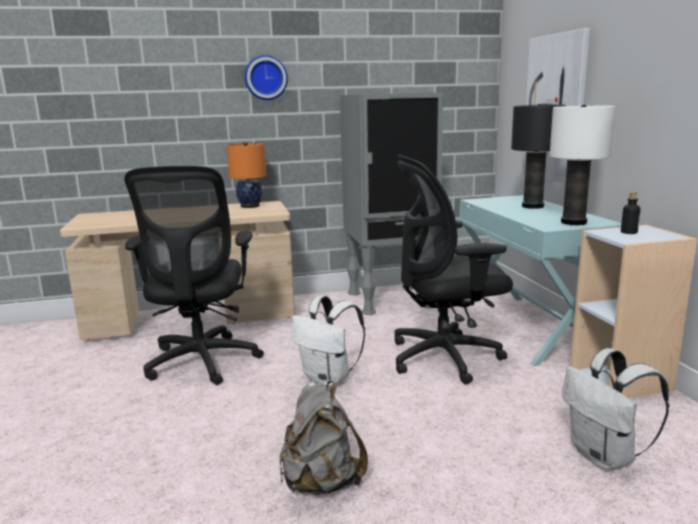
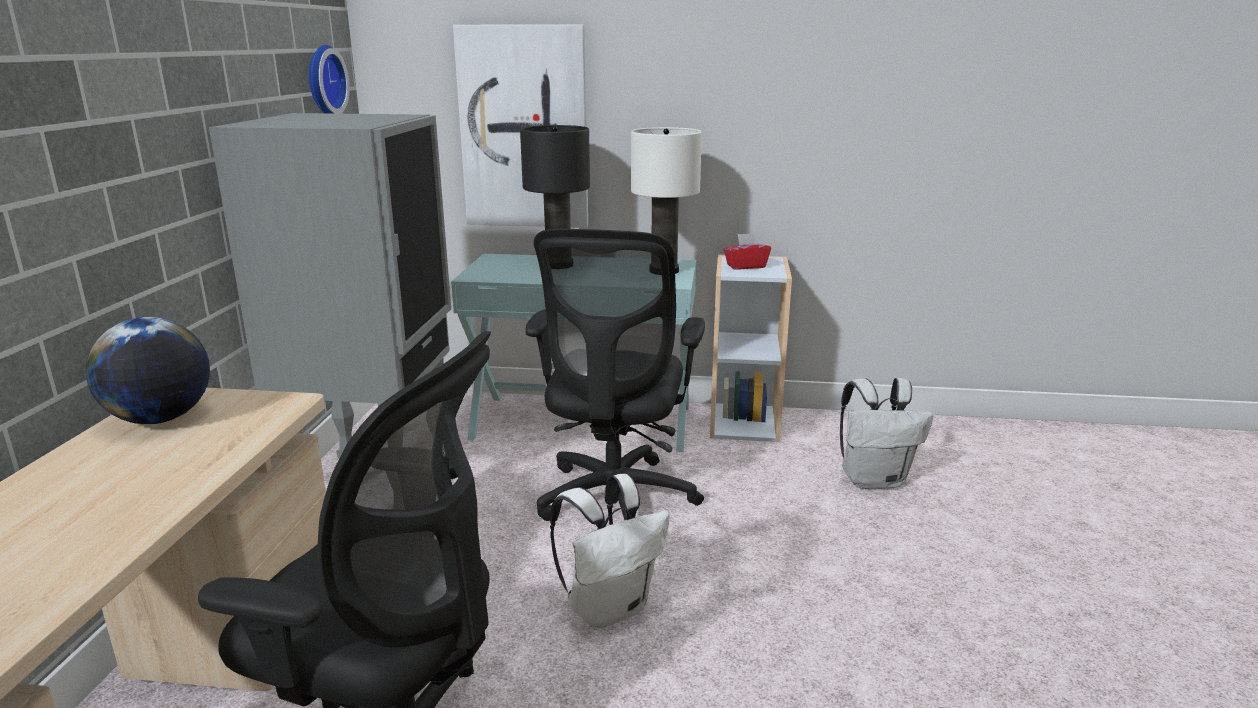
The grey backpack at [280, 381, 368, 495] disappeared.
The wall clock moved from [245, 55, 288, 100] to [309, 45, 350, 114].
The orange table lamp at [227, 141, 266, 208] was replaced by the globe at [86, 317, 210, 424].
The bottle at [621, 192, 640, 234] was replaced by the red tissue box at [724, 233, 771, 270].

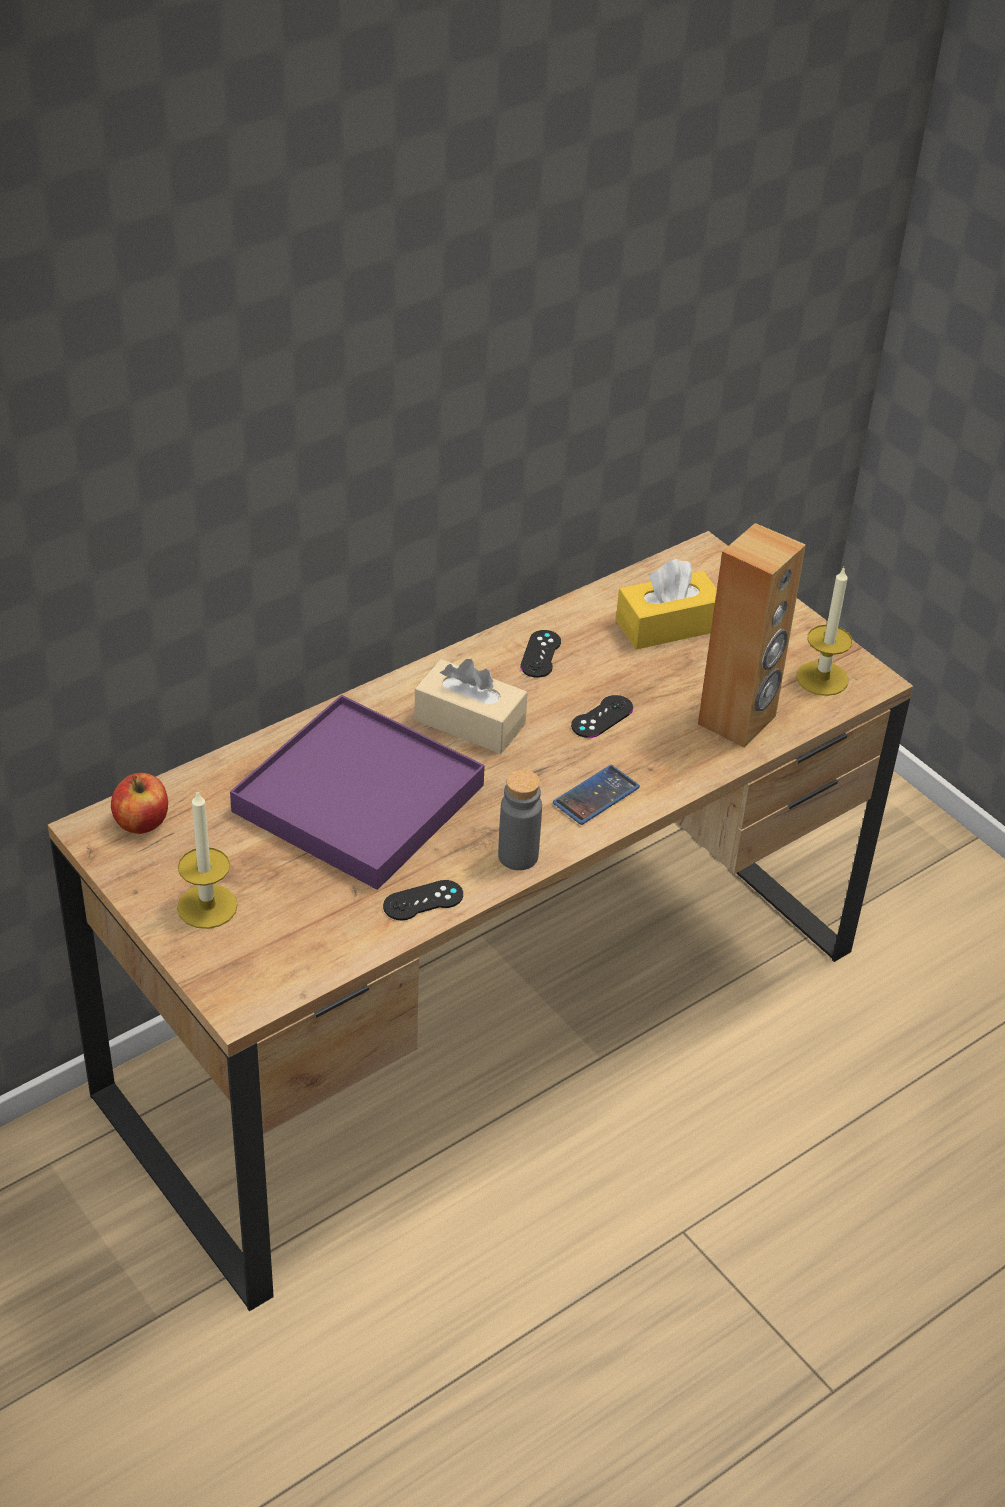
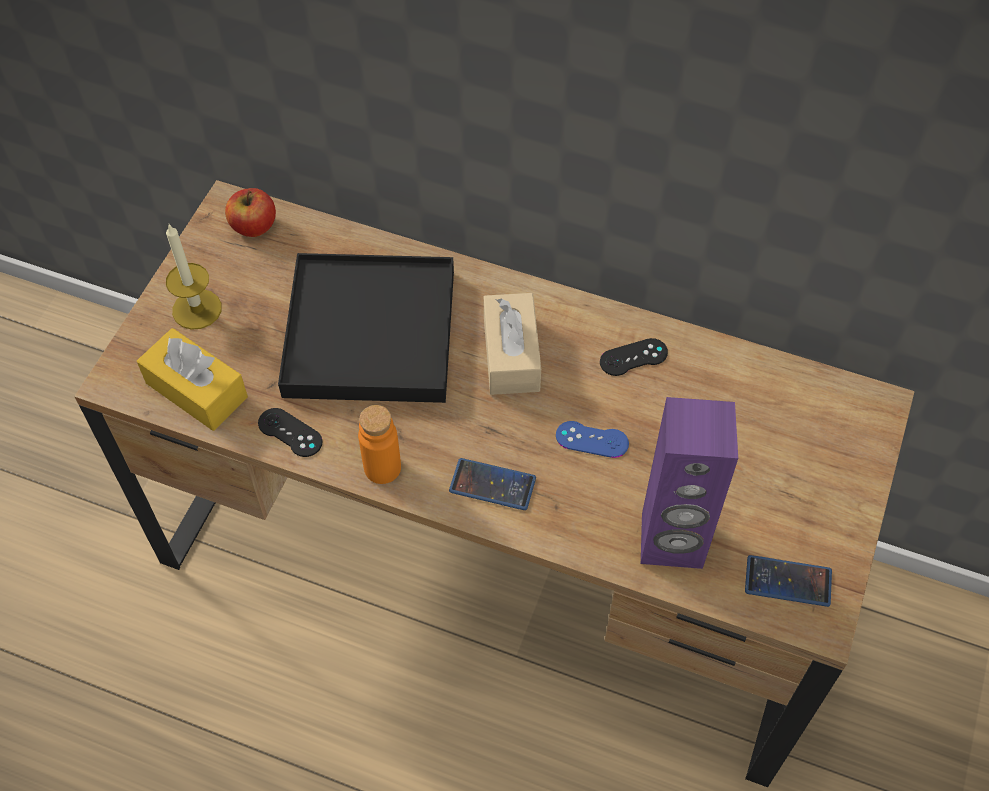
The yellow tissue box moved from [616, 559, 717, 650] to [137, 328, 248, 431].
The candle at [796, 566, 852, 696] was replaced by the phone at [745, 555, 832, 607].
The purple tray at [230, 695, 485, 890] became the black tray at [278, 253, 454, 403].
The grey bottle at [498, 769, 542, 870] became the orange bottle at [358, 405, 401, 484].
The black game controller at [571, 695, 633, 738] became the blue game controller at [556, 421, 629, 458].
The brown speaker at [698, 523, 806, 747] became the purple speaker at [641, 397, 738, 569].

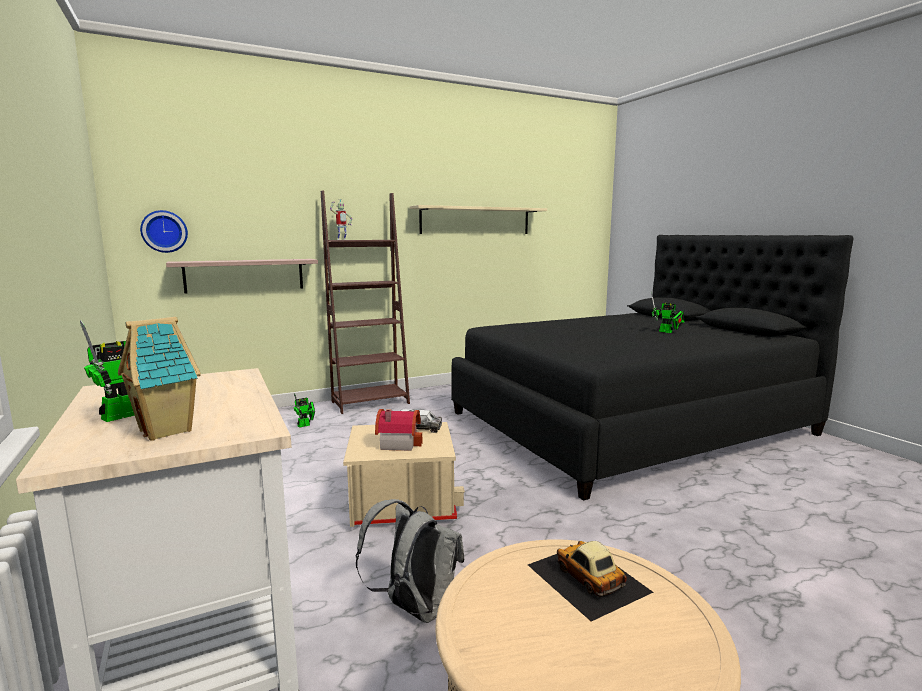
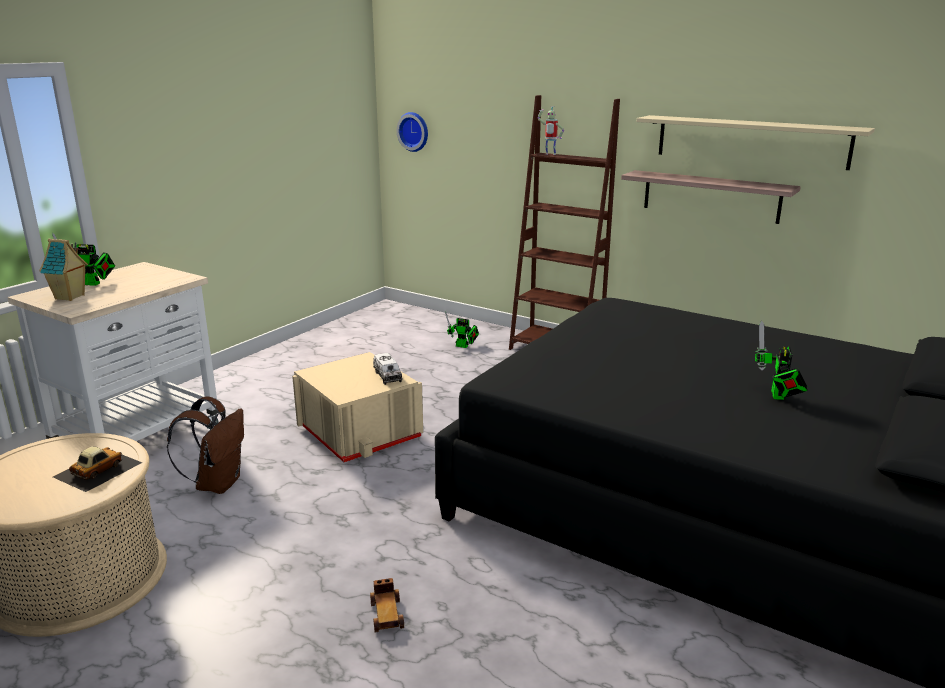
The toy house at [375, 409, 422, 451] disappeared.
The toy car at [370, 578, 404, 632] appeared.
The shelf moved from [166, 259, 318, 294] to [621, 170, 801, 224].
The grey backpack at [356, 499, 464, 623] became the brown backpack at [167, 397, 244, 494].

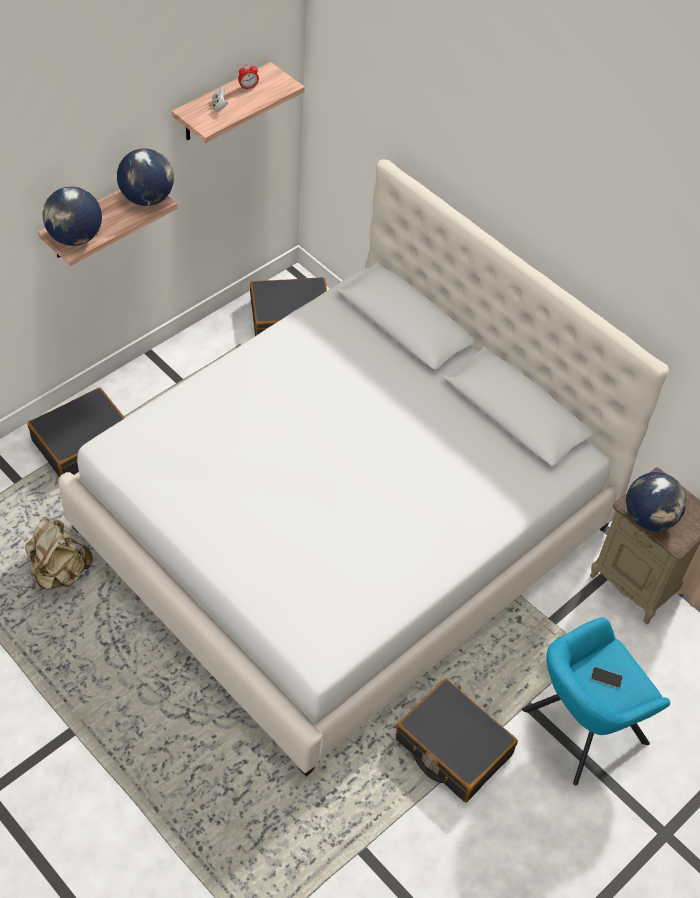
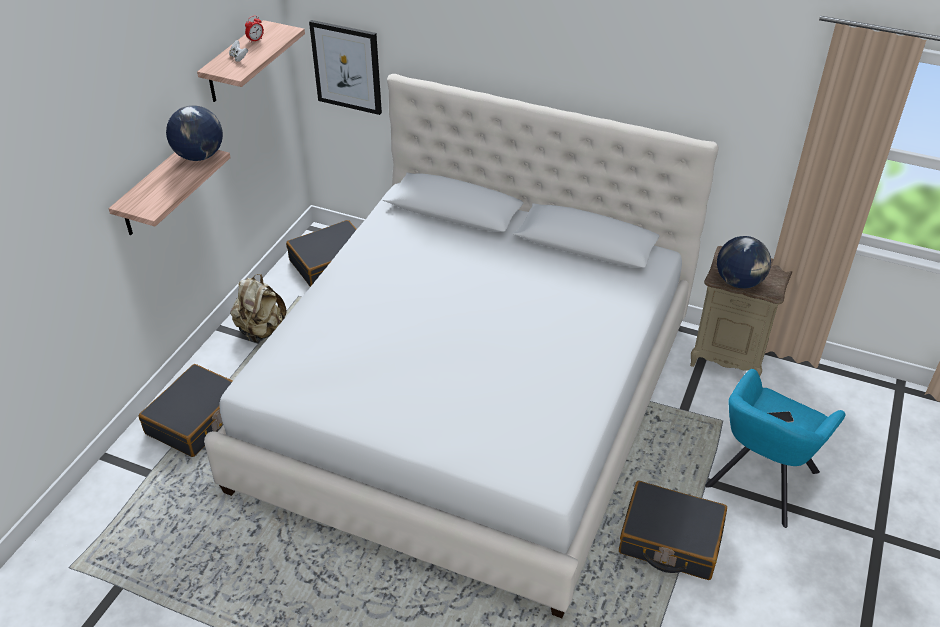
The globe at [43, 187, 102, 246] disappeared.
The picture at [309, 20, 382, 115] appeared.
The beige backpack moved from [25, 518, 93, 589] to [230, 274, 287, 342].

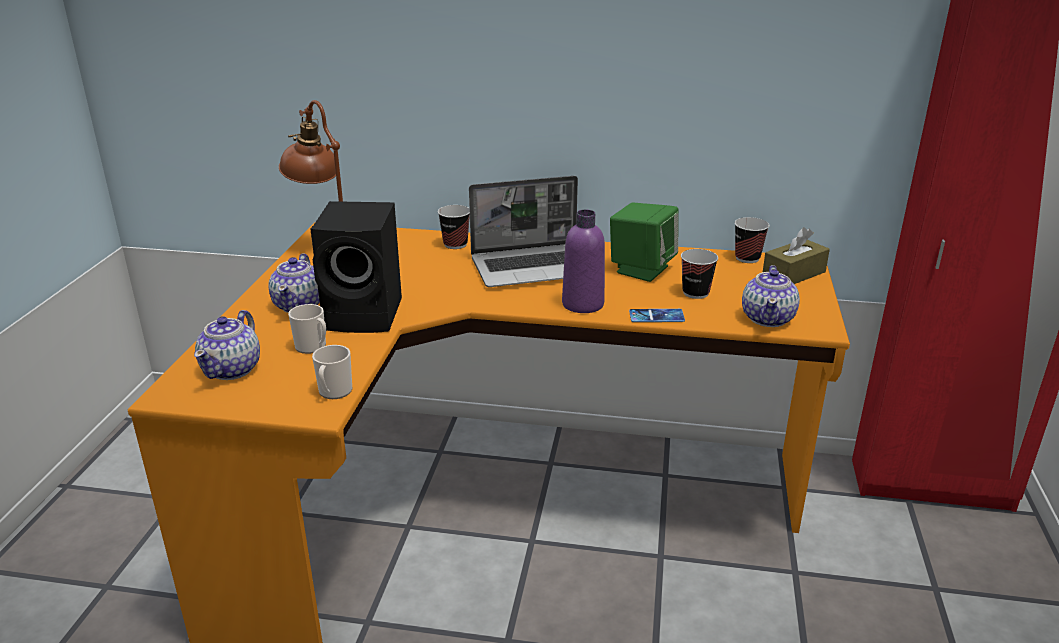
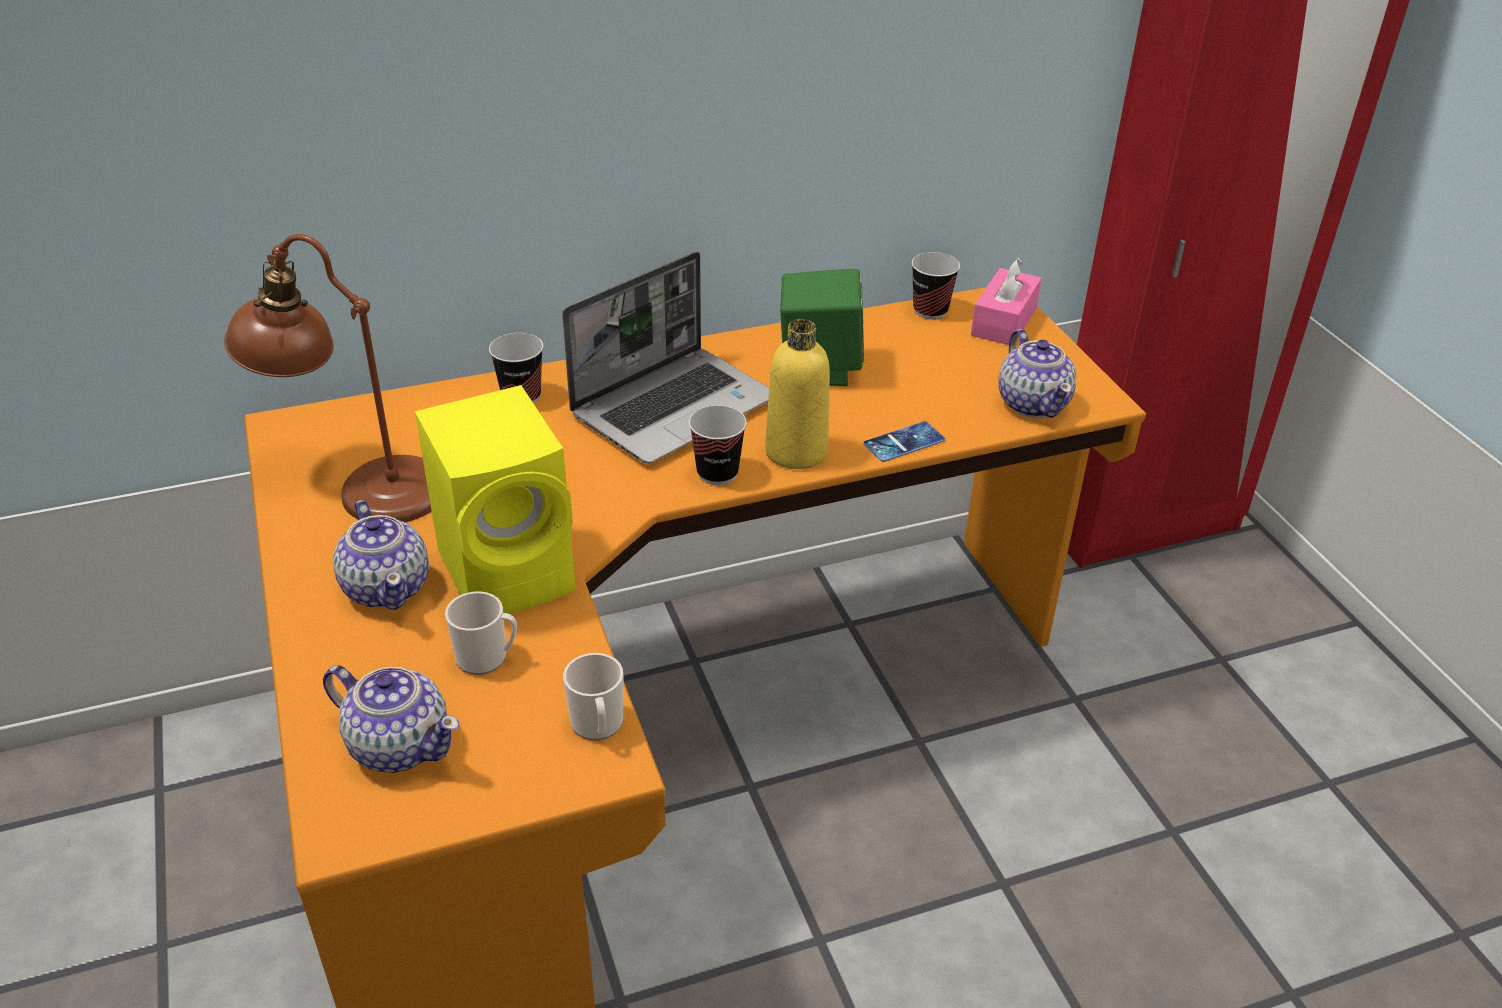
The cup moved from [681, 249, 718, 299] to [689, 405, 747, 485].
The black speaker at [311, 201, 402, 333] became the yellow speaker at [415, 385, 576, 614].
The purple bottle at [562, 209, 605, 313] became the yellow bottle at [765, 319, 830, 469].
The brown tissue box at [763, 227, 830, 284] became the pink tissue box at [971, 258, 1042, 345].
The teapot at [194, 310, 260, 380] turned 45 degrees counterclockwise.

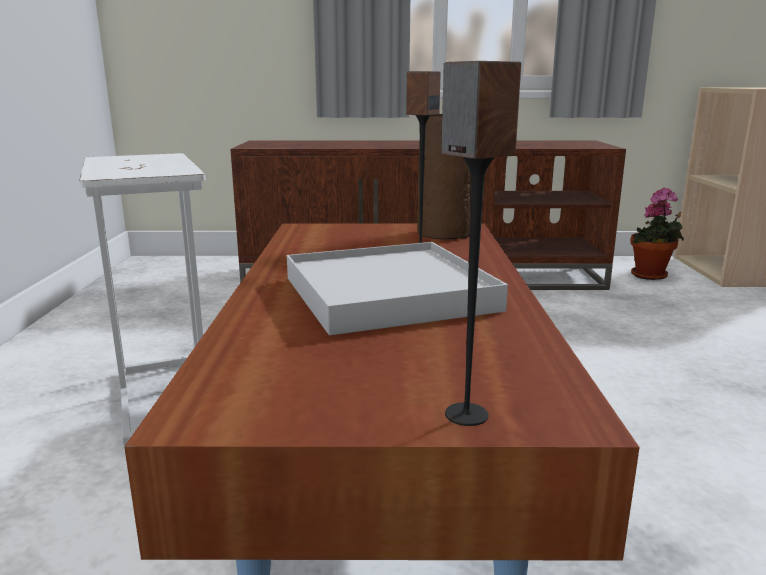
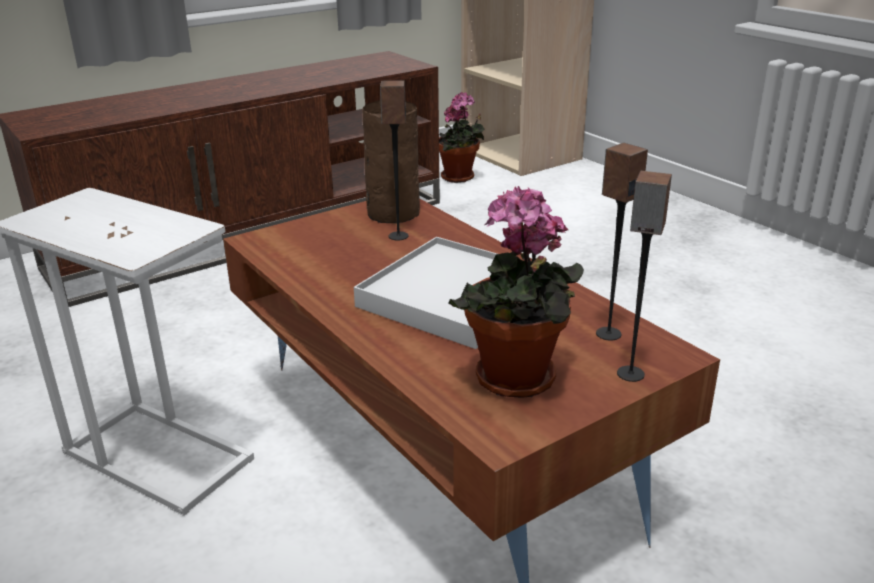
The potted plant at [448, 186, 584, 398] appeared.
The speaker at [596, 143, 648, 341] appeared.

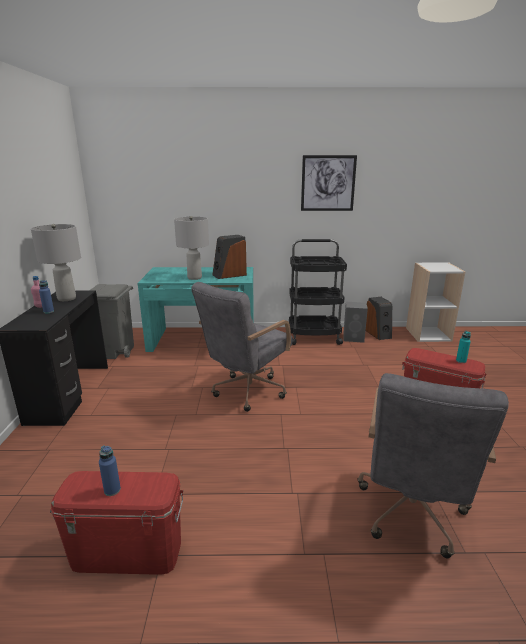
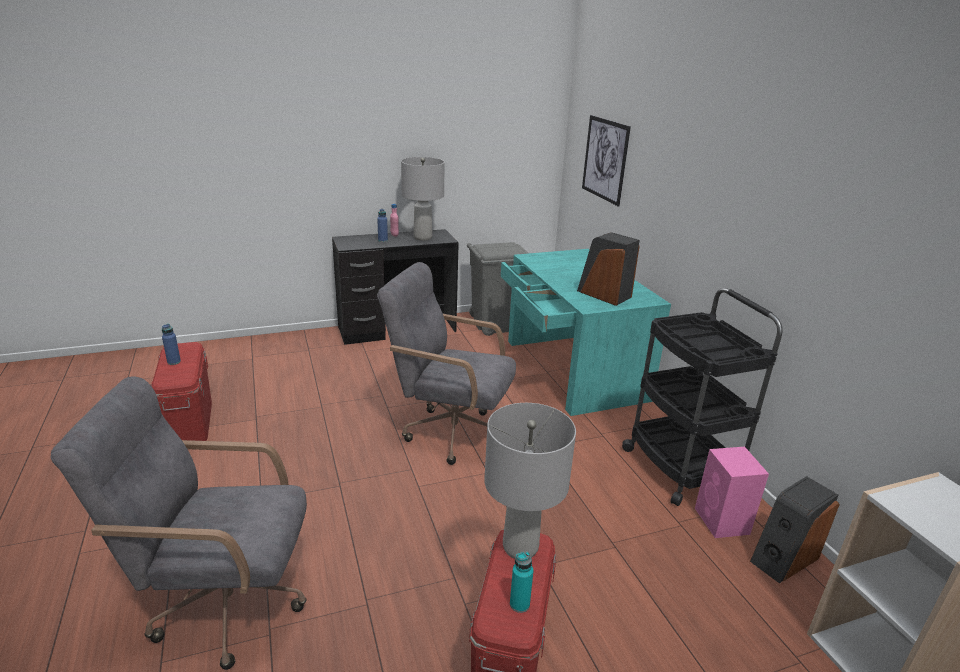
The grey table lamp moved from [174, 216, 209, 280] to [484, 403, 576, 559].
The picture moved from [301, 155, 357, 211] to [582, 115, 631, 206].
The grey speaker at [343, 302, 368, 343] became the pink speaker at [695, 447, 769, 538].

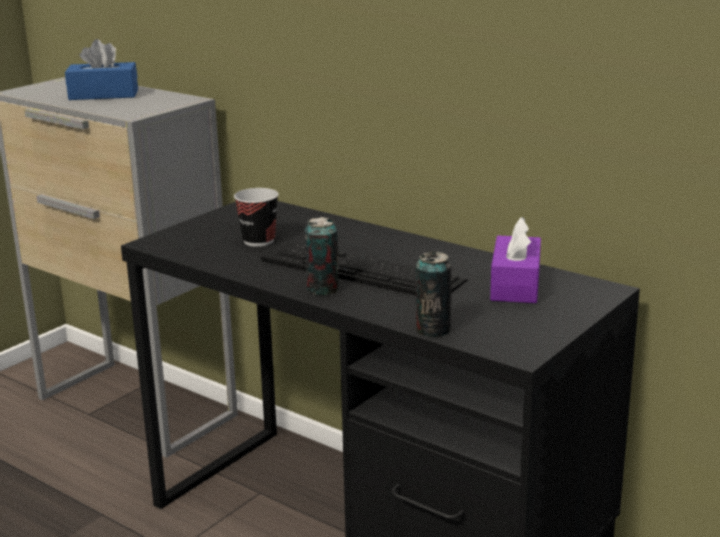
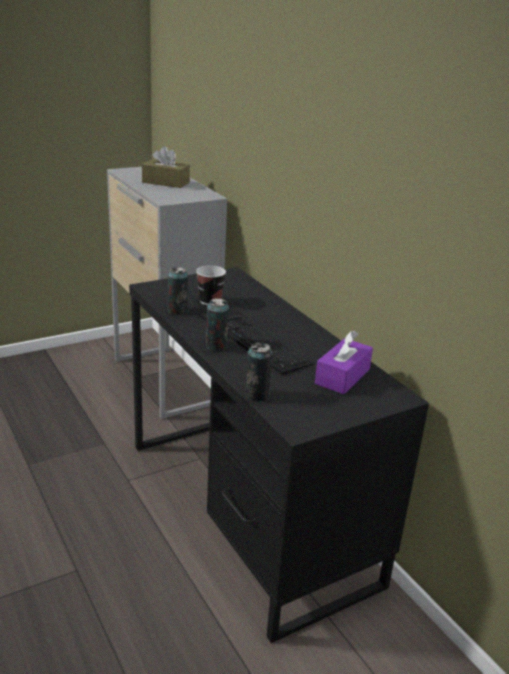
The can at [168, 267, 188, 315] appeared.
The blue tissue box at [65, 39, 138, 100] became the brown tissue box at [142, 146, 190, 188].

